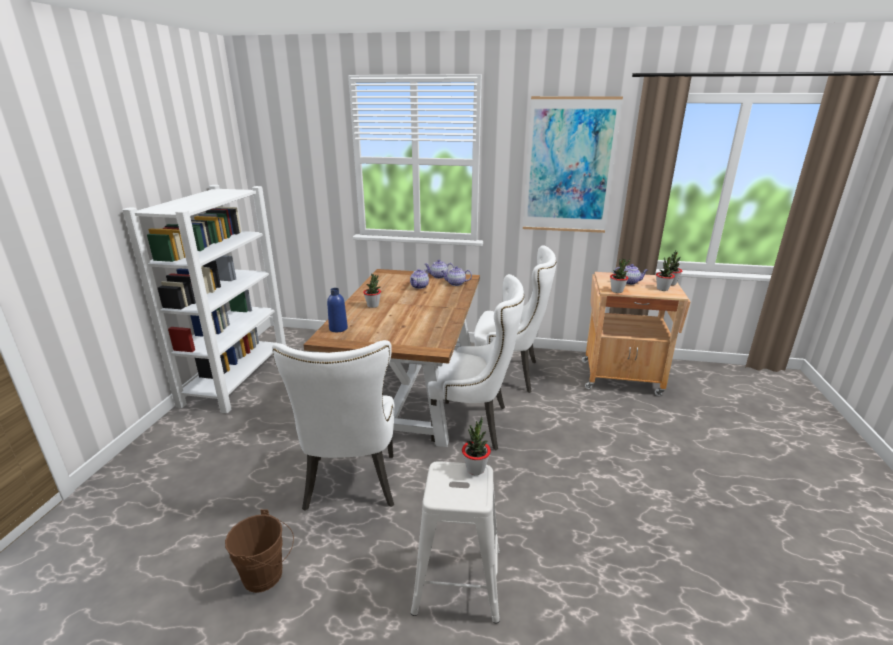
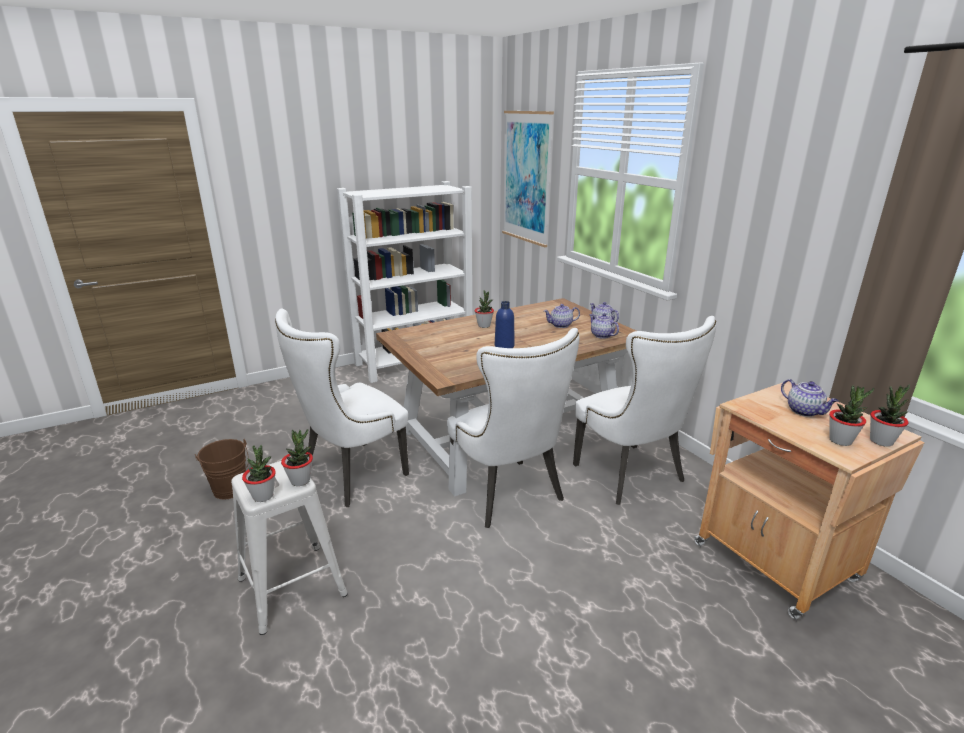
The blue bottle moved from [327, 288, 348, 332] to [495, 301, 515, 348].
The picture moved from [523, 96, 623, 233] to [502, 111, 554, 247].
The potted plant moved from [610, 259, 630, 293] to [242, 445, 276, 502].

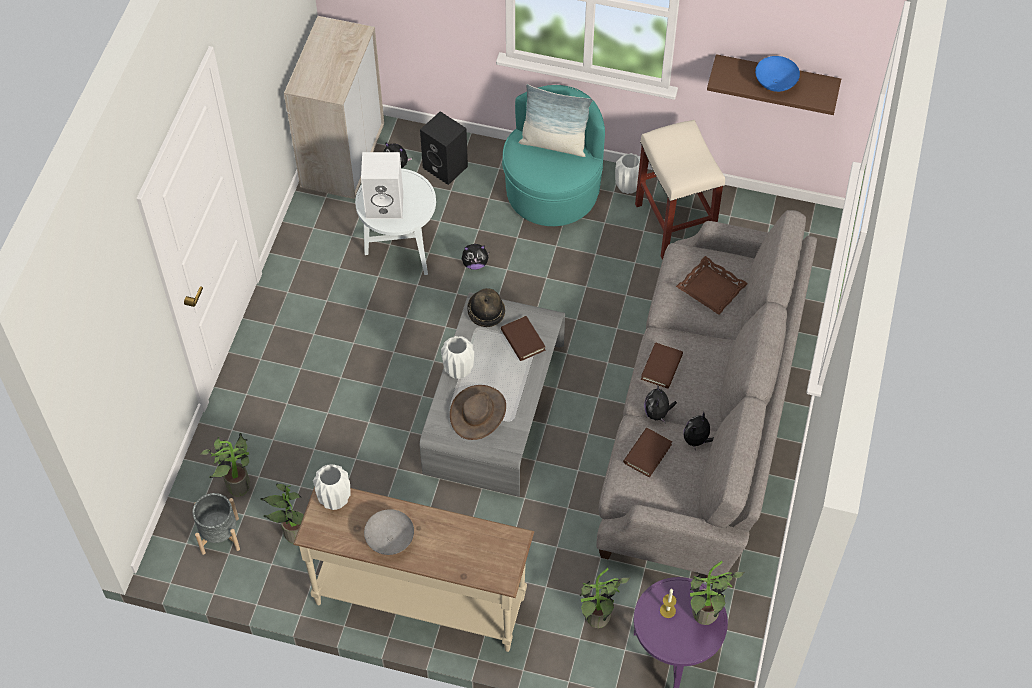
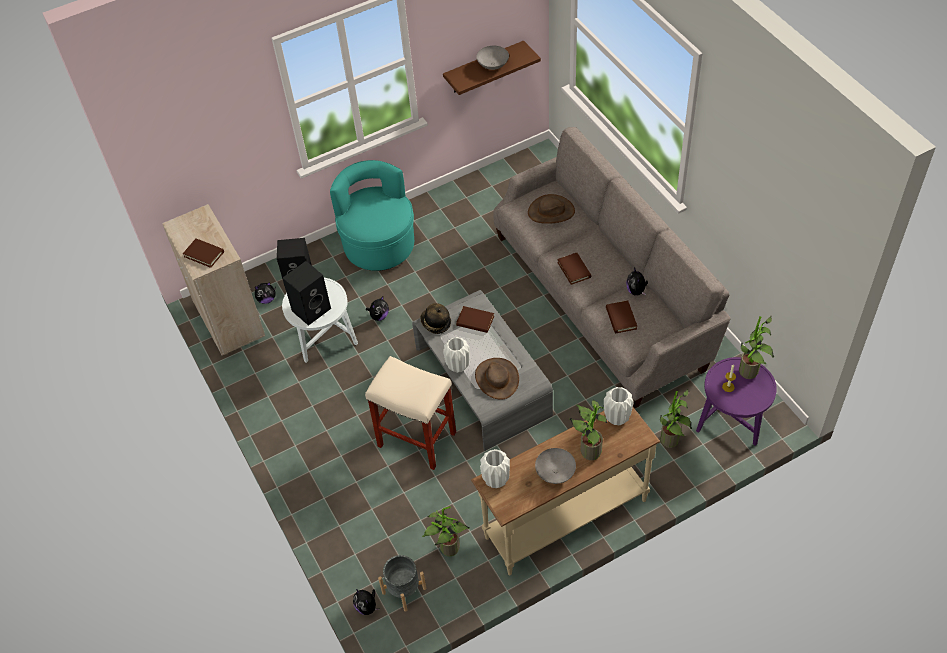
The pillow at [519, 84, 593, 157] disappeared.
The brown book at [183, 239, 224, 268] appeared.
The potted plant moved from [199, 433, 250, 497] to [570, 400, 607, 460].
The white vase moved from [615, 153, 640, 194] to [604, 387, 634, 425].
The beige stool moved from [635, 120, 725, 260] to [365, 356, 456, 470].
The plush toy moved from [644, 384, 677, 423] to [353, 588, 380, 615].
The brown tray at [676, 256, 748, 315] was replaced by the brown hat at [528, 194, 575, 224].
The white speaker at [361, 152, 403, 219] became the black speaker at [283, 261, 331, 326].
The blue bowl at [755, 56, 800, 92] became the grey bowl at [476, 46, 509, 70].

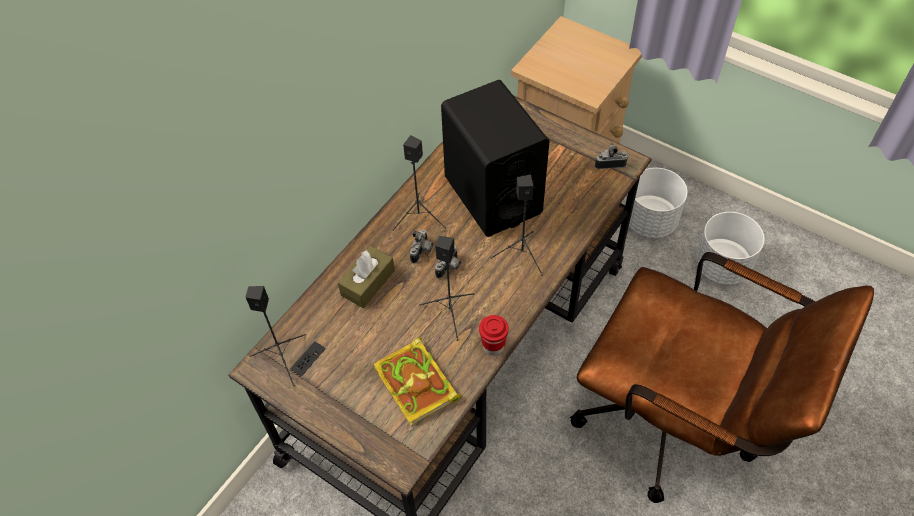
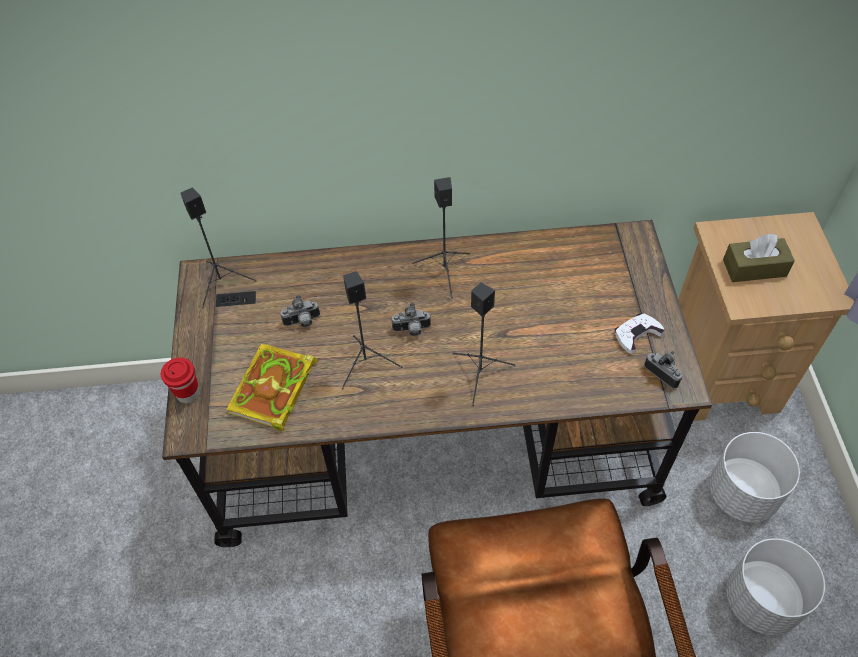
The black speaker at [441, 80, 550, 237] disappeared.
The white game controller at [615, 313, 664, 354] appeared.
The brown tissue box moved from [338, 246, 395, 308] to [723, 234, 795, 282].
The photo camera moved from [410, 229, 433, 263] to [280, 295, 320, 327].
The red cup moved from [479, 315, 509, 356] to [161, 358, 200, 403].

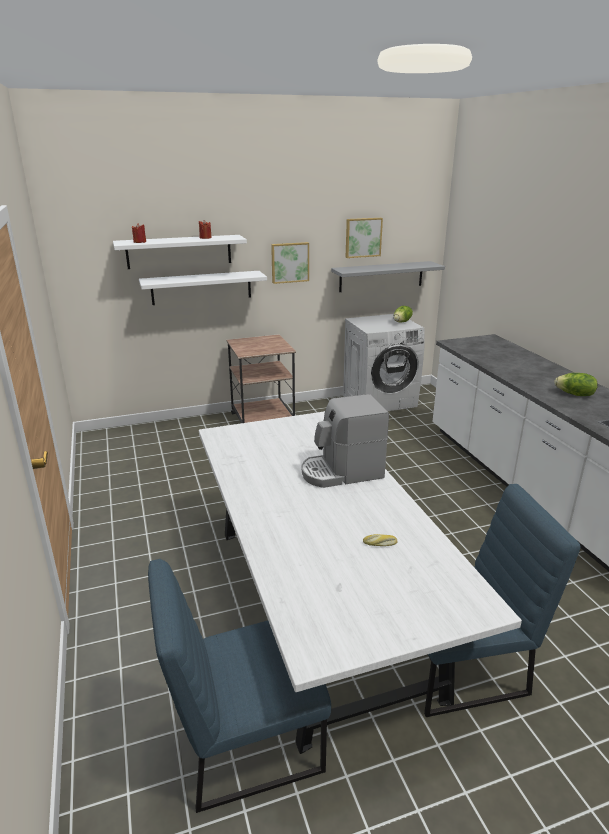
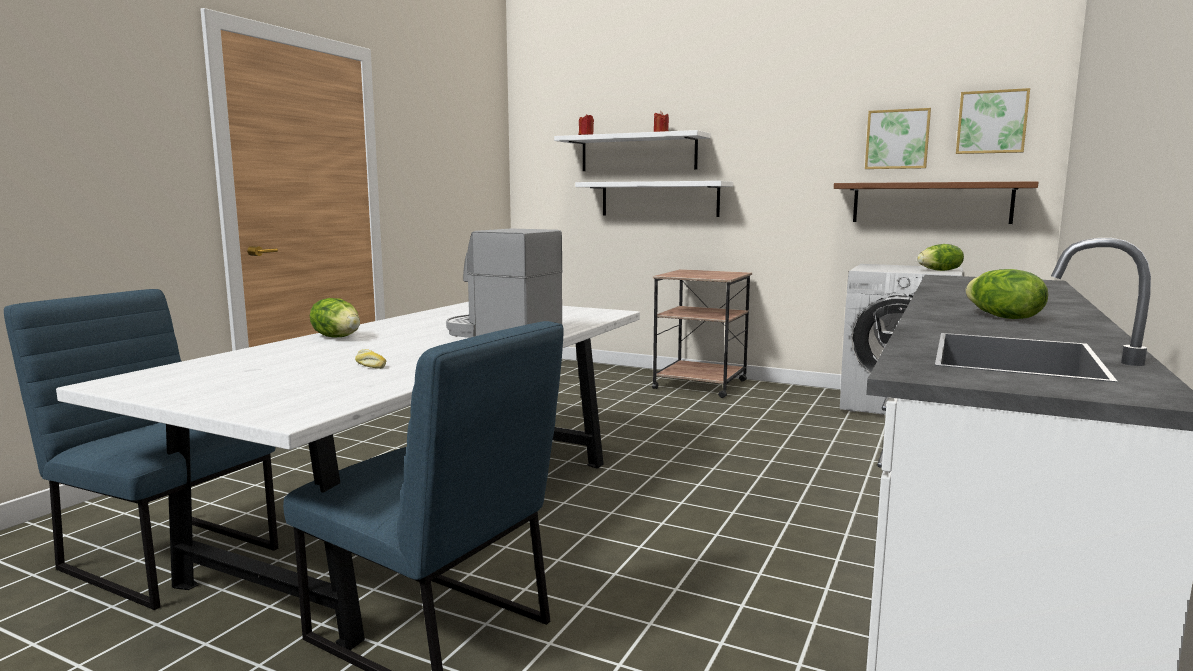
The lettuce at [310, 298, 360, 337] appeared.
The picture moved from [271, 242, 309, 284] to [956, 88, 1030, 154].
The grey shelf at [331, 261, 445, 292] became the brown shelf at [834, 181, 1039, 224].

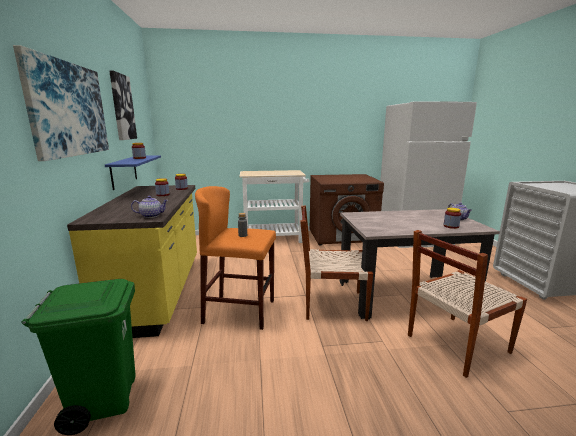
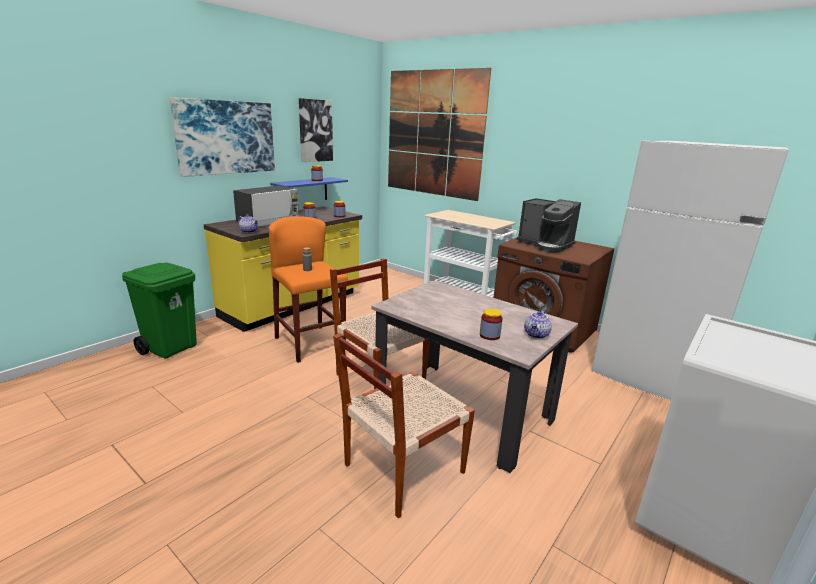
The microwave at [233, 186, 299, 227] appeared.
The picture at [388, 68, 491, 201] appeared.
The coffee machine at [516, 198, 581, 253] appeared.
The chair at [408, 230, 527, 378] turned 60 degrees counterclockwise.

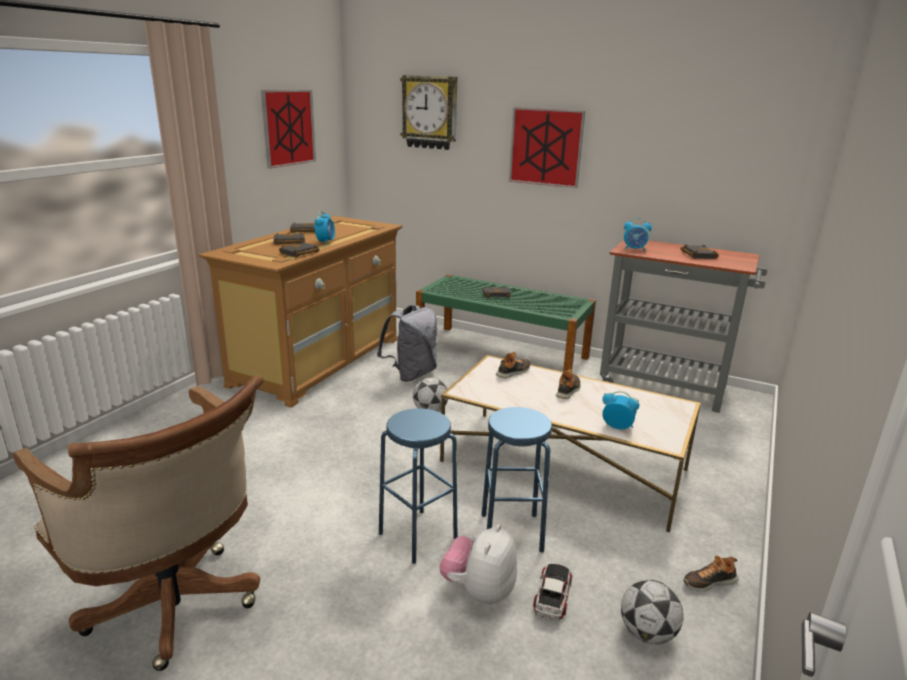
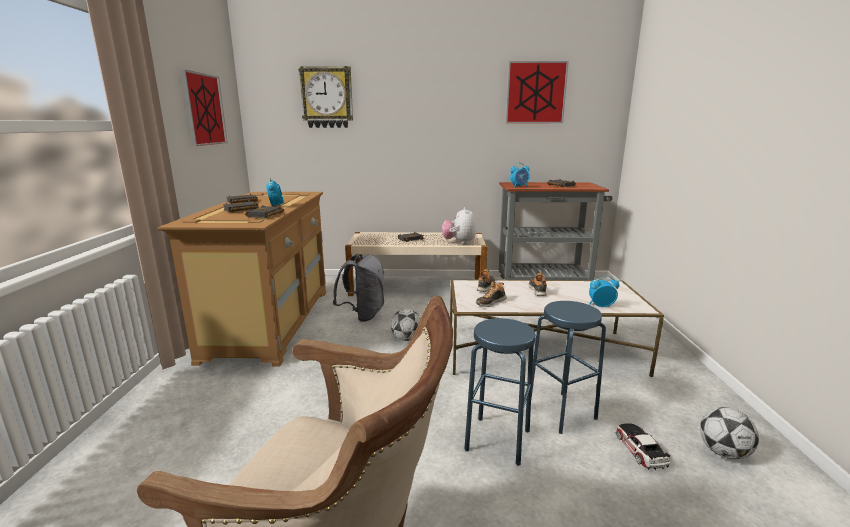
The plush toy moved from [439, 524, 517, 605] to [442, 207, 476, 244].
The picture moved from [509, 107, 585, 188] to [506, 61, 569, 123].
The shoe moved from [683, 556, 739, 591] to [476, 282, 507, 307].
The green bench at [416, 274, 596, 372] became the beige bench at [345, 232, 487, 296].

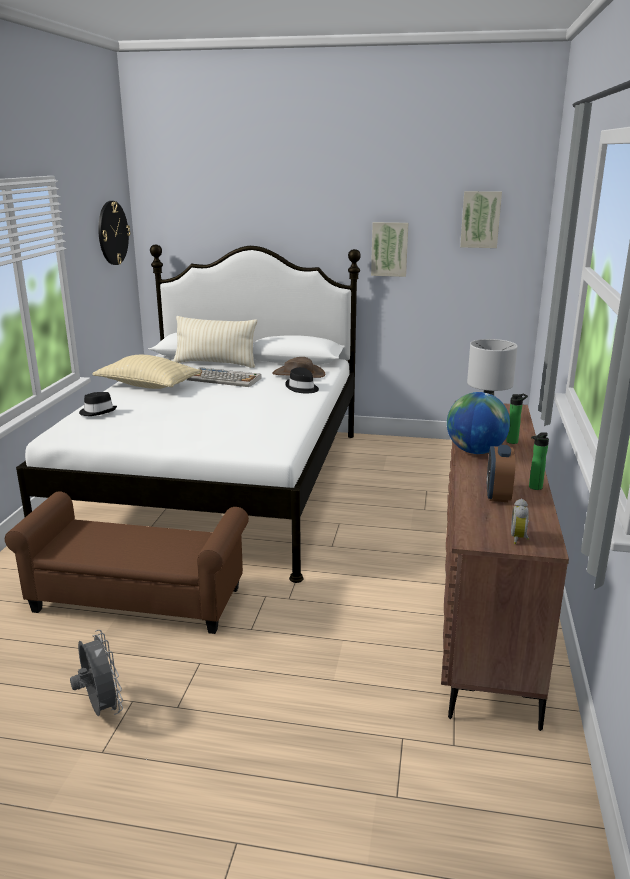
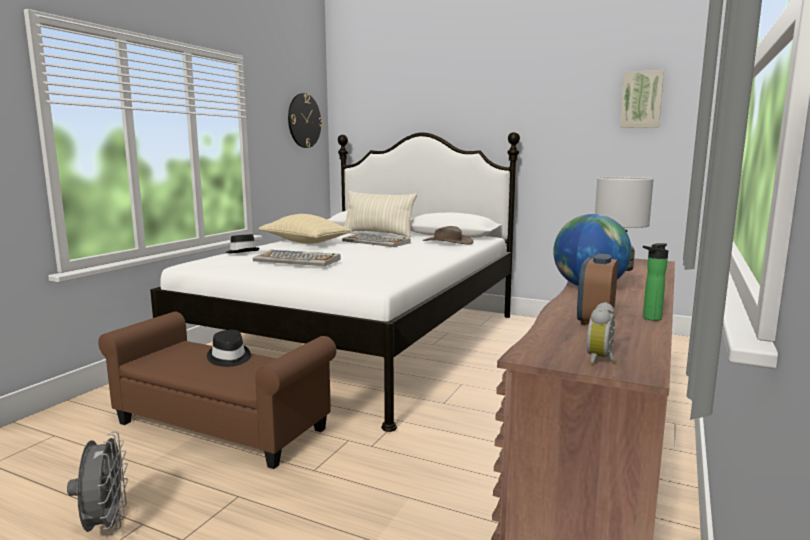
The picture at [371, 222, 408, 277] disappeared.
The bottle at [506, 394, 528, 444] disappeared.
The keyboard at [253, 250, 341, 266] appeared.
The black hat moved from [285, 367, 319, 393] to [207, 330, 251, 367].

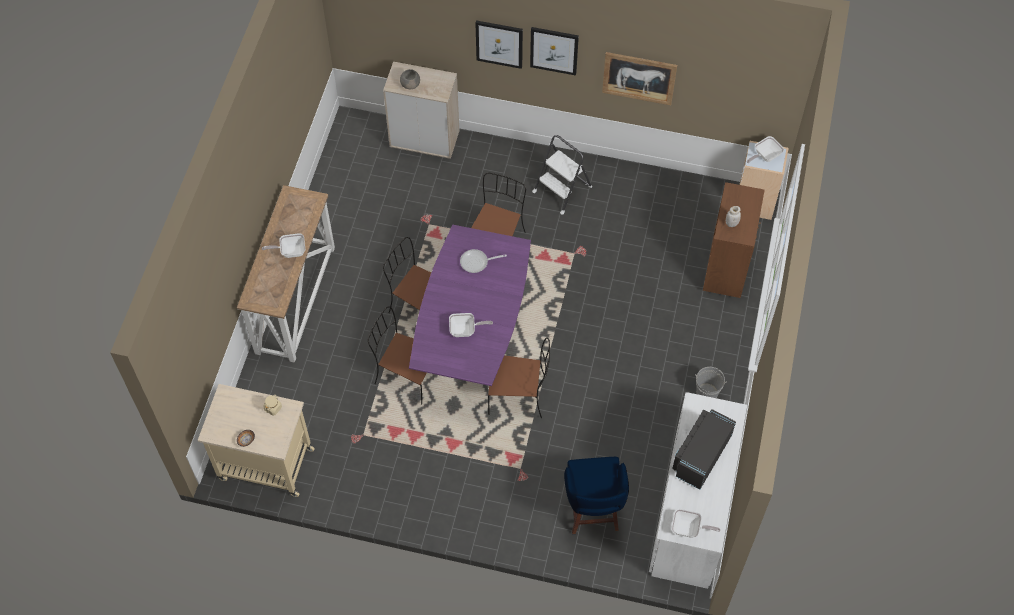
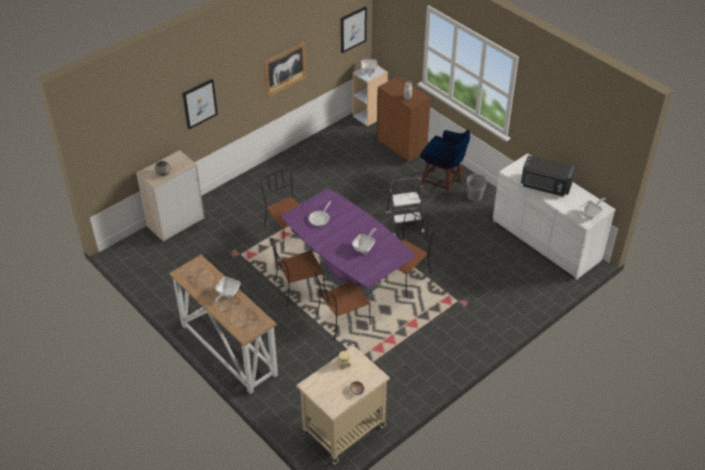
The picture moved from [530, 27, 579, 76] to [341, 6, 367, 53].
The white step ladder moved from [532, 135, 592, 215] to [386, 177, 425, 236].
The blue stool moved from [564, 457, 629, 534] to [420, 129, 470, 198].
The black microwave at [672, 409, 736, 490] turned 45 degrees counterclockwise.

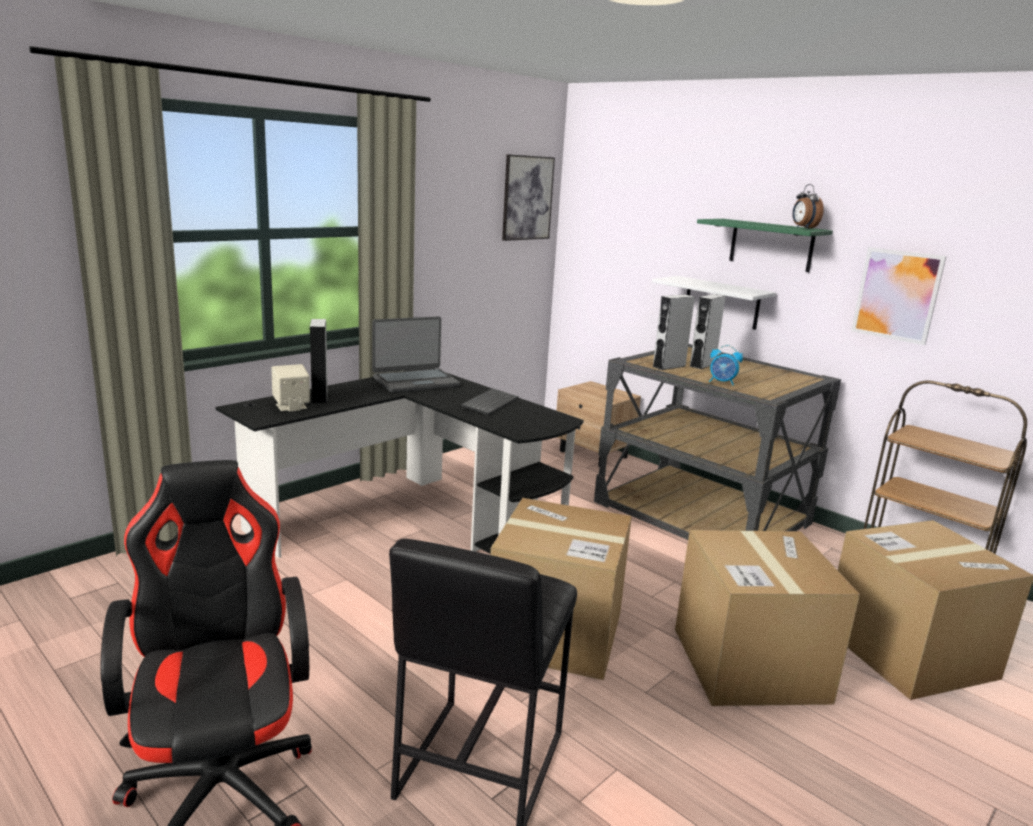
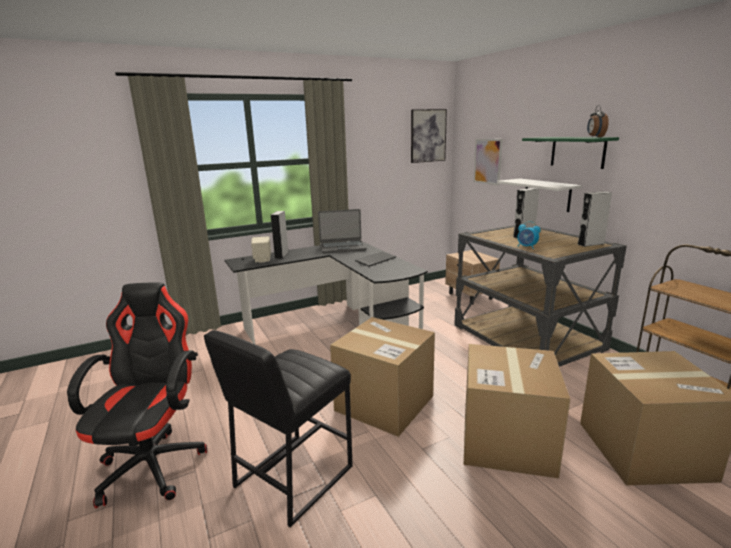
The grey speaker moved from [653, 294, 695, 370] to [577, 192, 612, 247].
The picture moved from [851, 247, 946, 345] to [473, 139, 503, 186].

